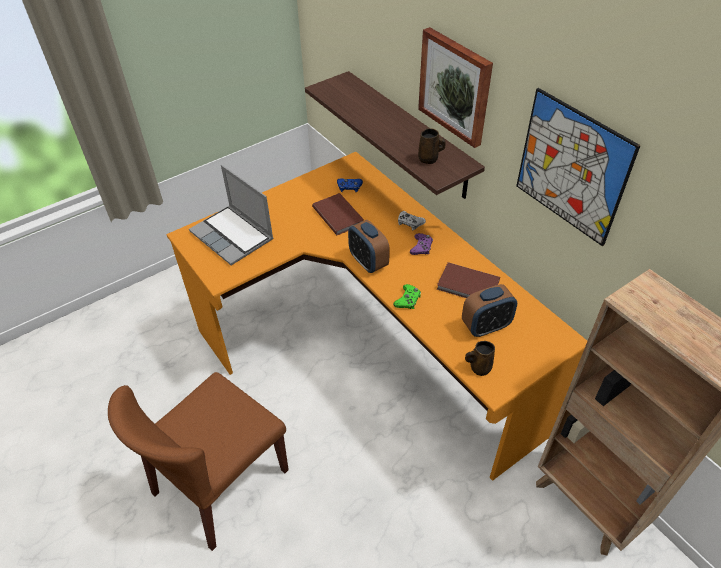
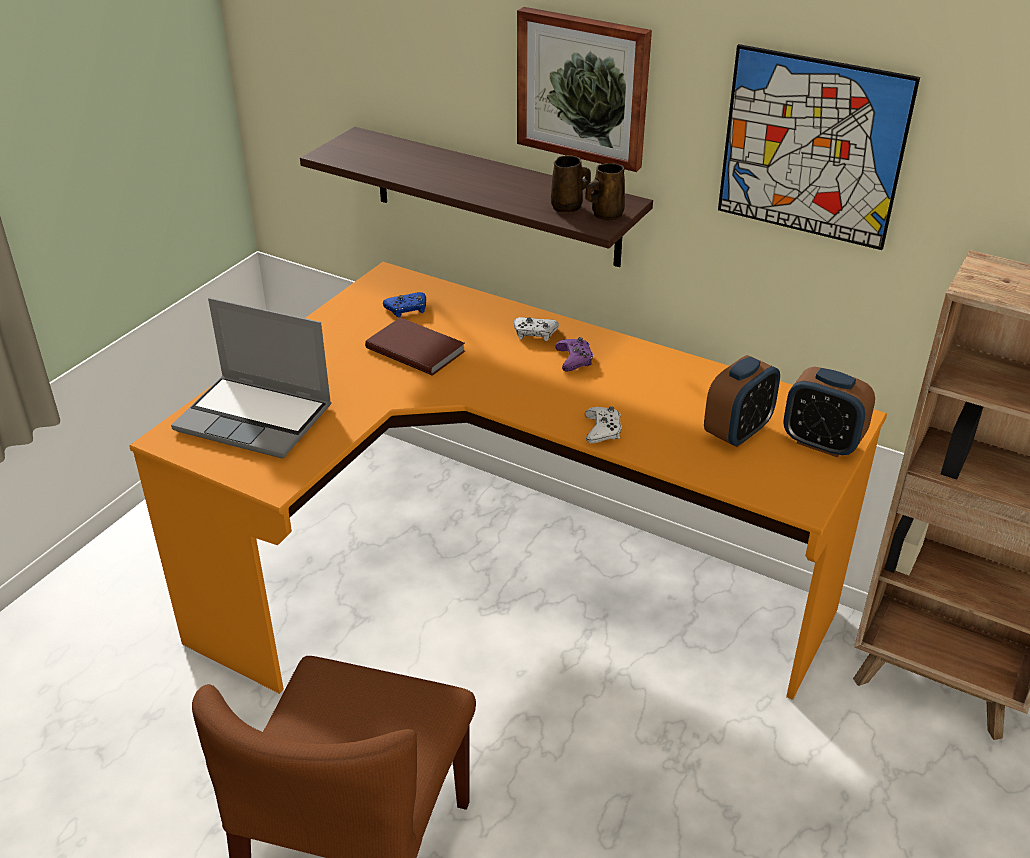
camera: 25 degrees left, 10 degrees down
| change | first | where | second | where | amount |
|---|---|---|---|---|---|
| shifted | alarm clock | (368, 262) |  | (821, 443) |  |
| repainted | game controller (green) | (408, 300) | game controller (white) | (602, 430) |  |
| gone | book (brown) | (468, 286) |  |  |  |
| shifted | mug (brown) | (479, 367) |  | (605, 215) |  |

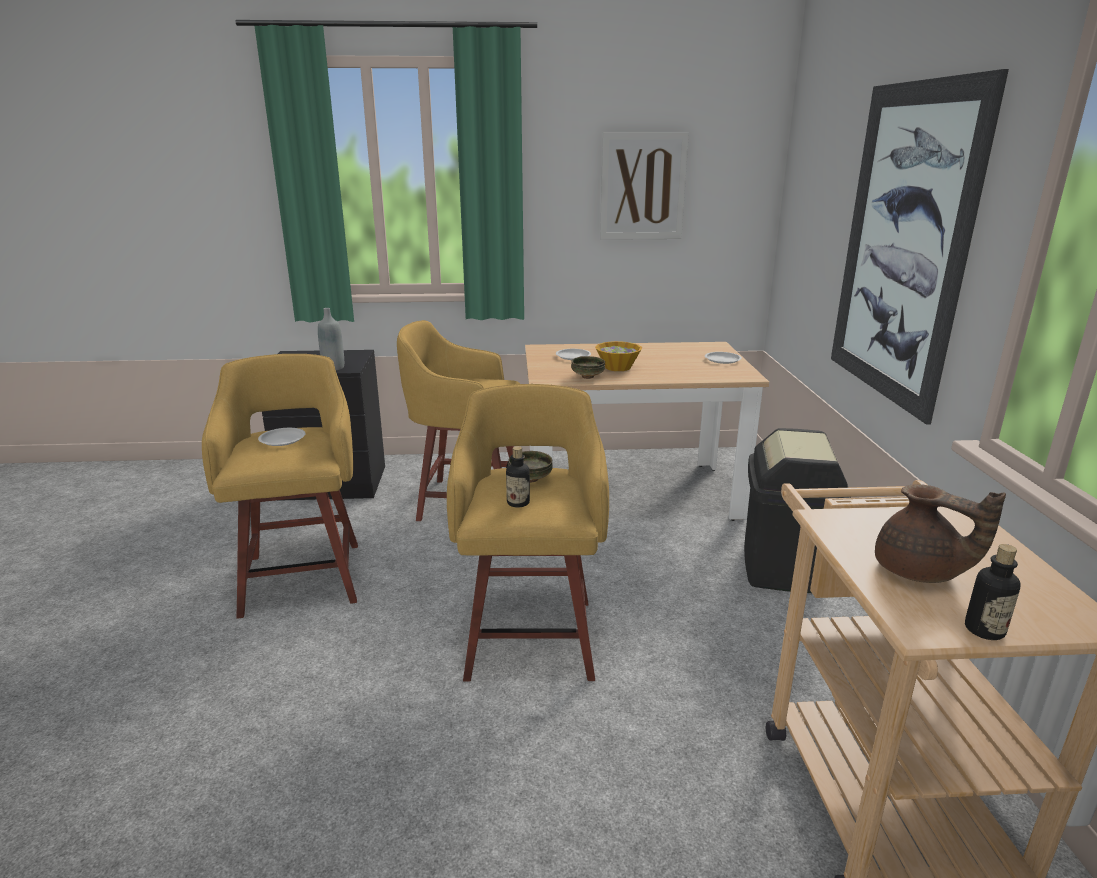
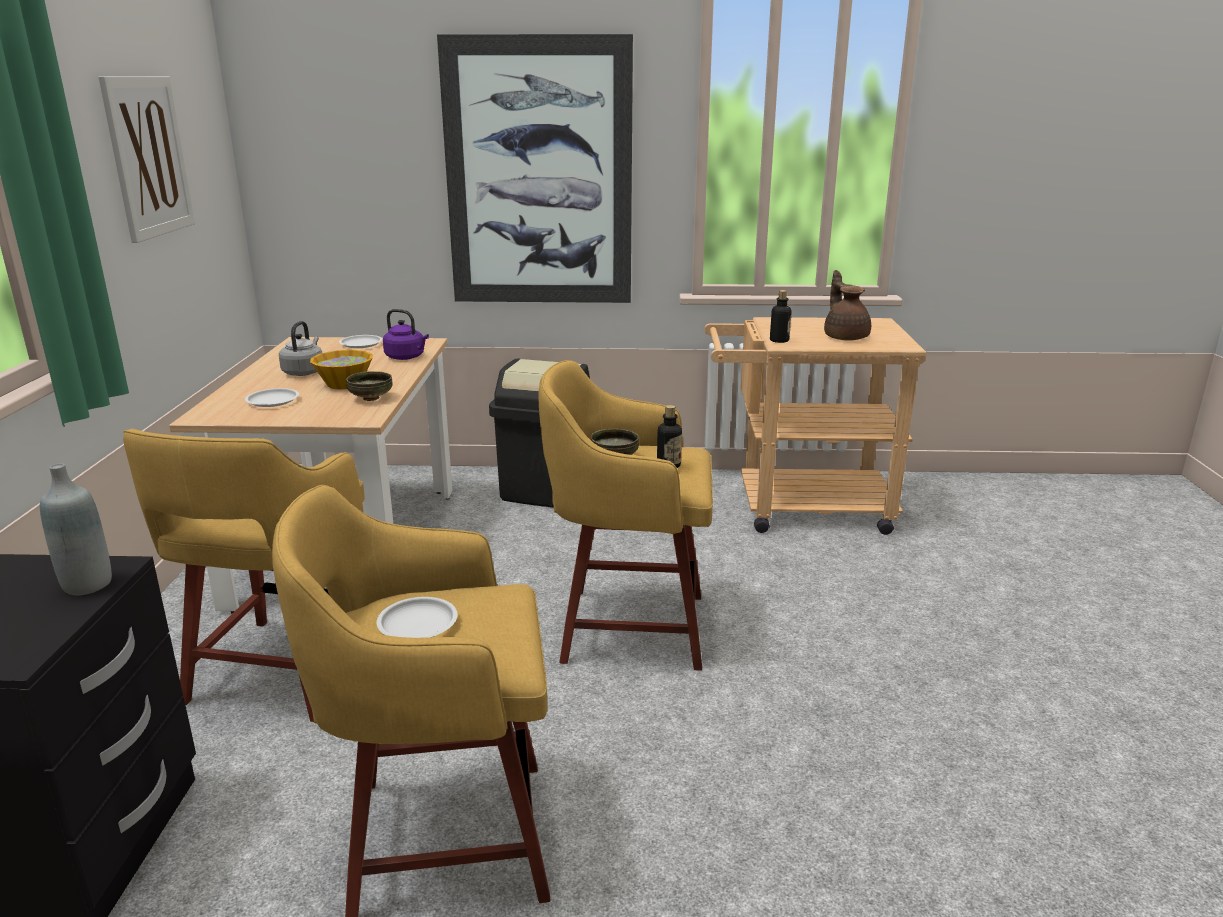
camera: 85 degrees left, 0 degrees up
| change | first | where | second | where | amount |
|---|---|---|---|---|---|
| rotated | teapot (brown) | (919, 572) |  | (845, 337) | 60 degrees counterclockwise |
| shifted | bottle | (984, 630) |  | (779, 340) |  |
| new |  |  | kettle (grey) | (304, 372) |  |
| new |  |  | kettle (purple) | (407, 357) |  |

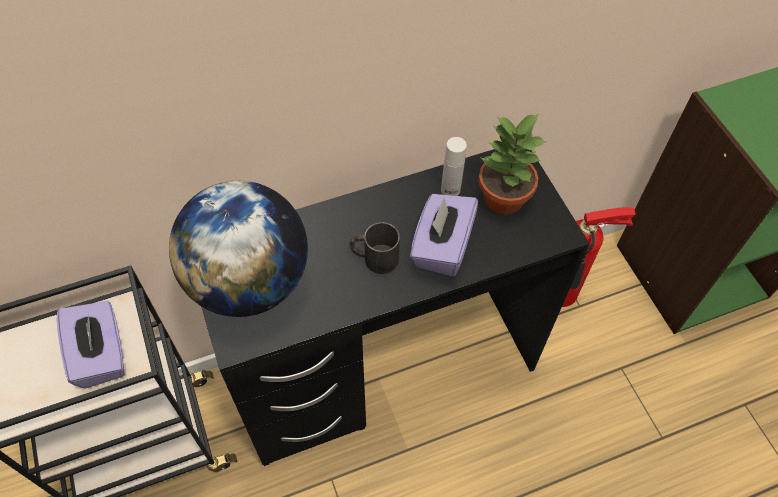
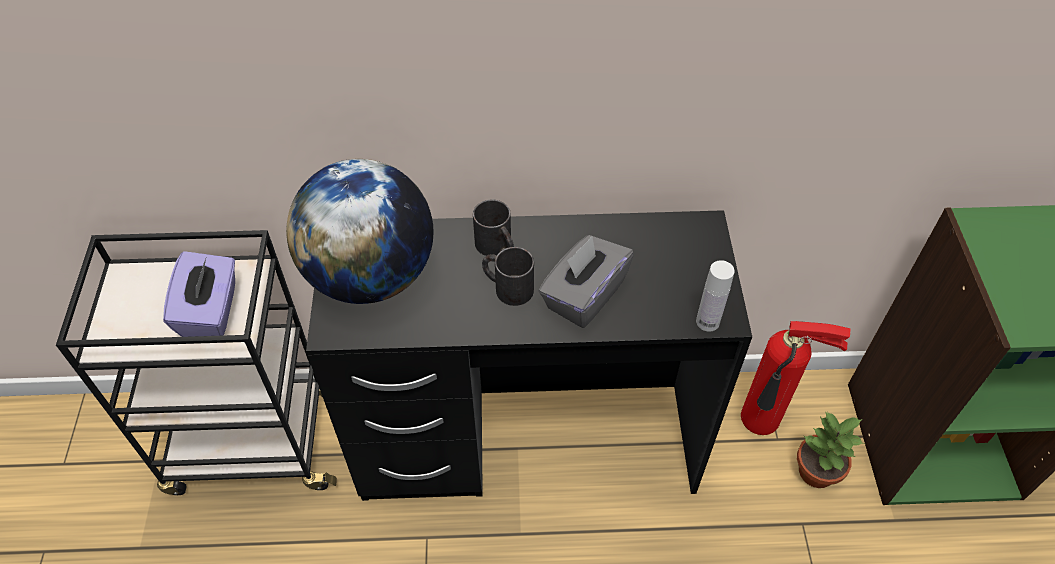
camera: 20 degrees right, 5 degrees down
| change | first | where | second | where | amount |
|---|---|---|---|---|---|
| repainted | tissue box (purple) | (441, 247) | tissue box (grey) | (583, 295) |  |
| shifted | bottle (white) | (450, 190) |  | (707, 321) |  |
| shifted | potted plant | (502, 198) |  | (815, 471) |  |
| new |  |  | mug (black) | (497, 247) |  |

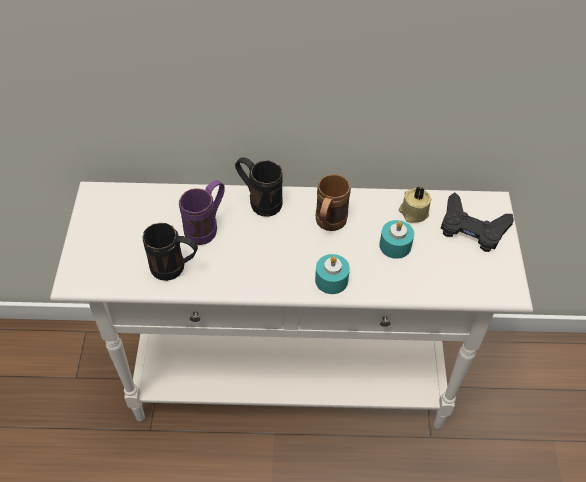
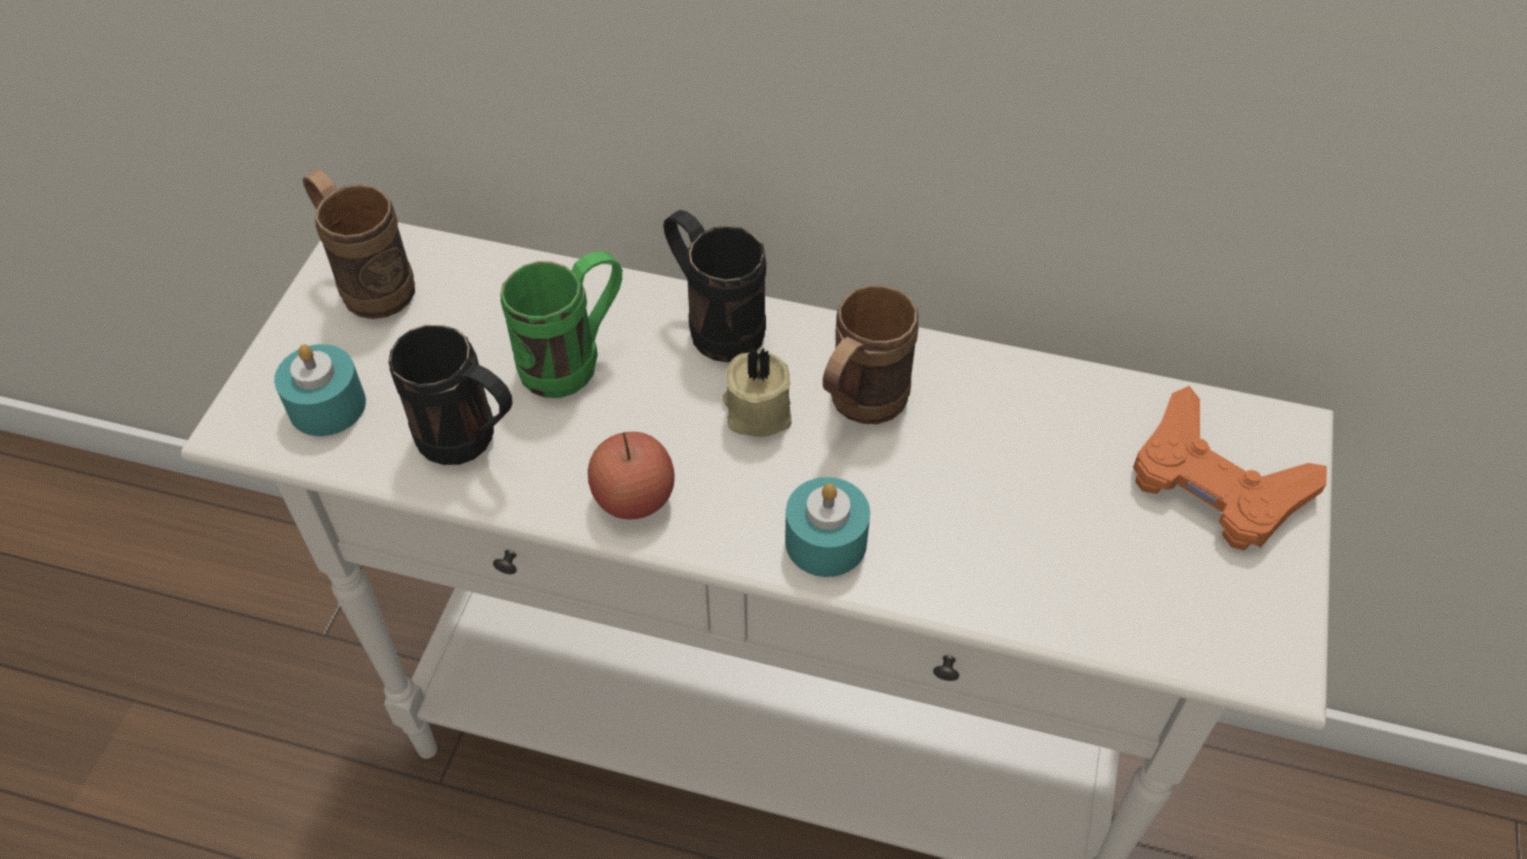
camera: 15 degrees right, 0 degrees up
| change | first | where | second | where | amount |
|---|---|---|---|---|---|
| repainted | mug (purple) | (207, 227) | mug (green) | (575, 361) |  |
| shifted | candle (turquoise) | (395, 245) |  | (327, 405) |  |
| shifted | candle (beige) | (413, 212) |  | (756, 411) |  |
| repainted | game controller (black) | (472, 228) | game controller (orange) | (1215, 483) |  |
| new |  |  | mug (brown) | (368, 282) |  |
| new |  |  | apple | (634, 497) |  |

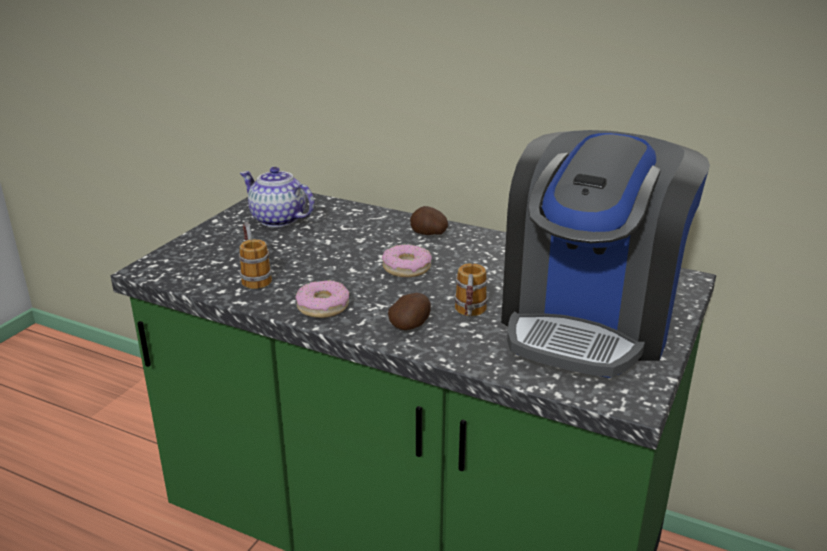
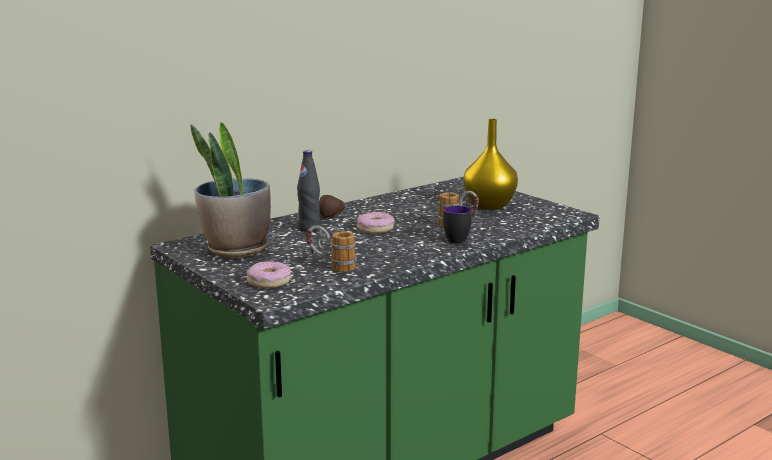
camera: 65 degrees left, 10 degrees down
| change | first | where | second | where | amount |
|---|---|---|---|---|---|
| swapped | teapot | (277, 219) | potted plant | (236, 250) |  |
| shifted | donut | (322, 306) |  | (269, 282) |  |
| swapped | potato | (411, 326) | mug | (455, 239) |  |
| swapped | coffee machine | (589, 320) | vase (yellow) | (489, 205) |  |
| new |  |  | bottle (black) | (309, 228) |  |

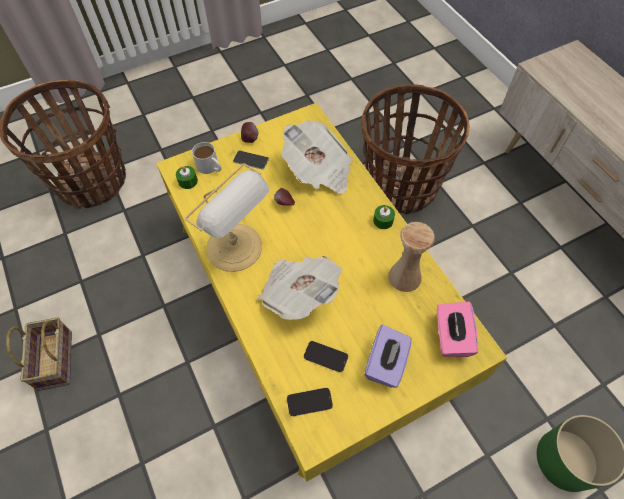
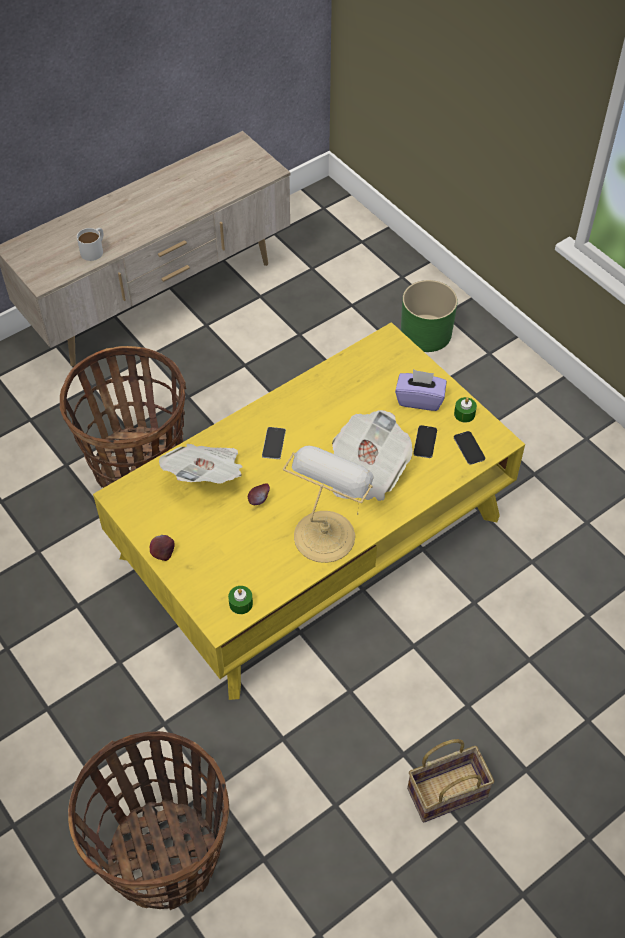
camera: 100 degrees left, 5 degrees down
| change | first | where | second | where | amount |
|---|---|---|---|---|---|
| shifted | mug (white) | (210, 167) |  | (94, 249) |  |
| shifted | phone | (250, 160) |  | (273, 443) |  |
| shifted | candle (green) | (383, 221) |  | (464, 414) |  |
| gone | vase (beige) | (404, 277) |  |  |  |
| gone | tissue box (pink) | (451, 337) |  |  |  |

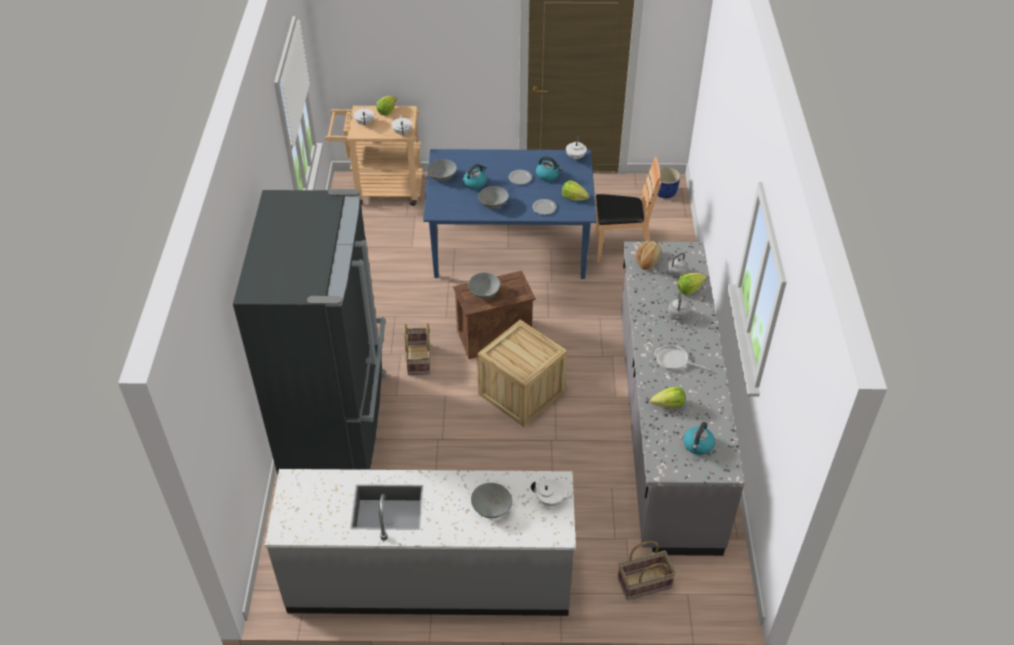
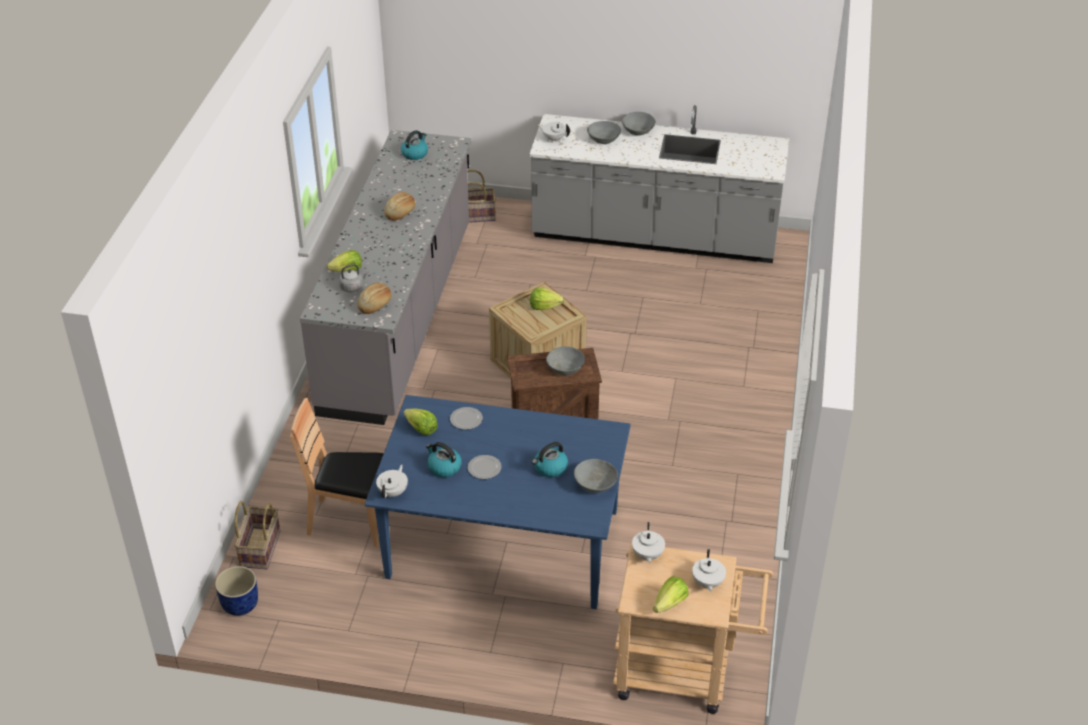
camera: 170 degrees left, 5 degrees down
| change | first | where | second | where | amount |
|---|---|---|---|---|---|
| gone | fridge (black) | (337, 424) |  |  |  |
| shifted | basket | (419, 360) |  | (259, 548) |  |
| shifted | bowl (grey) | (493, 204) |  | (637, 131) |  |
| shifted | lettuce | (669, 405) |  | (544, 306) |  |
| swapped | frying pan | (674, 360) | bread | (400, 212) |  |
| gone | kettle (grey) | (677, 316) |  |  |  |

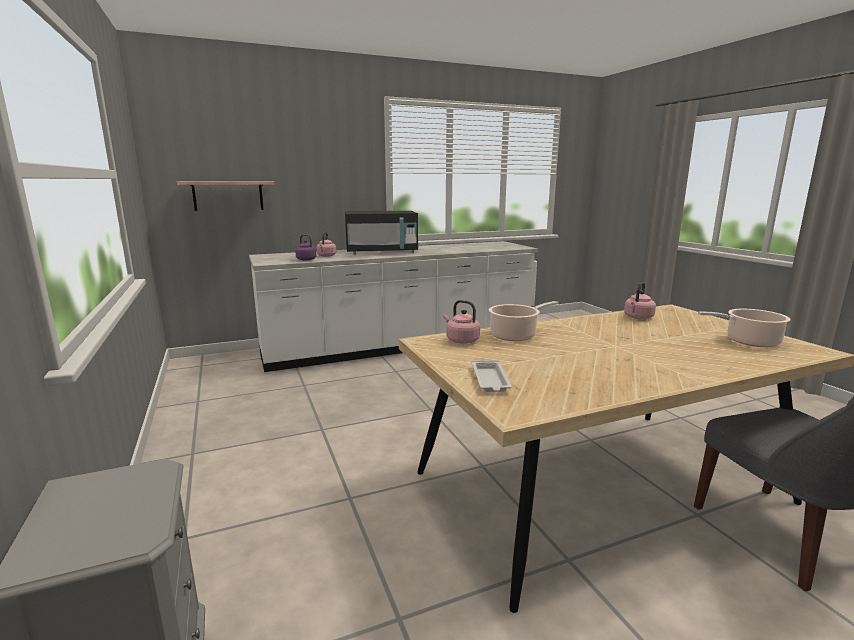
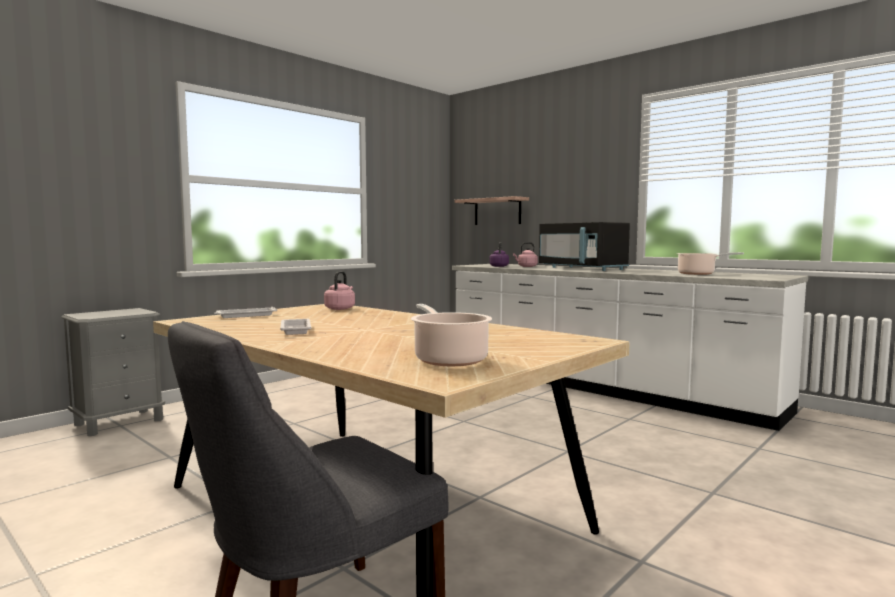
camera: 65 degrees right, 10 degrees down
| change | first | where | second | where | amount |
|---|---|---|---|---|---|
| shifted | cooking pot | (515, 335) |  | (698, 274) |  |
| gone | kettle (pink) | (638, 317) |  |  |  |
| new |  |  | tray (white) | (295, 330) |  |

